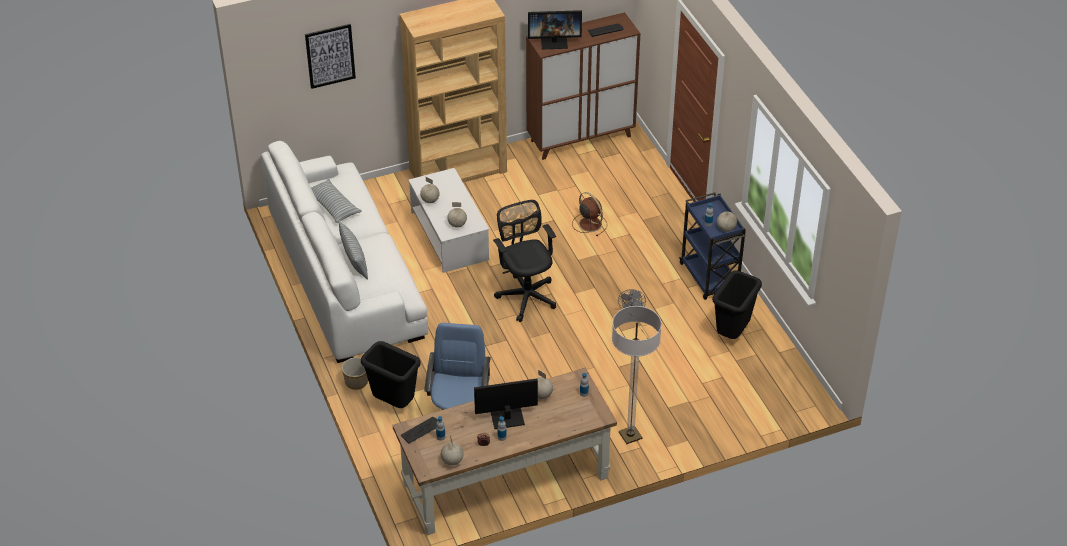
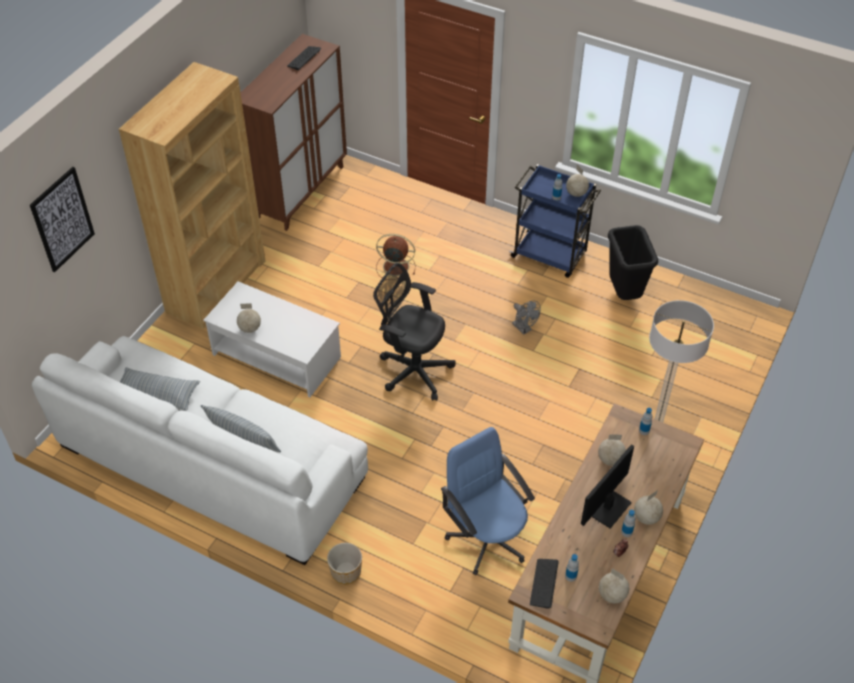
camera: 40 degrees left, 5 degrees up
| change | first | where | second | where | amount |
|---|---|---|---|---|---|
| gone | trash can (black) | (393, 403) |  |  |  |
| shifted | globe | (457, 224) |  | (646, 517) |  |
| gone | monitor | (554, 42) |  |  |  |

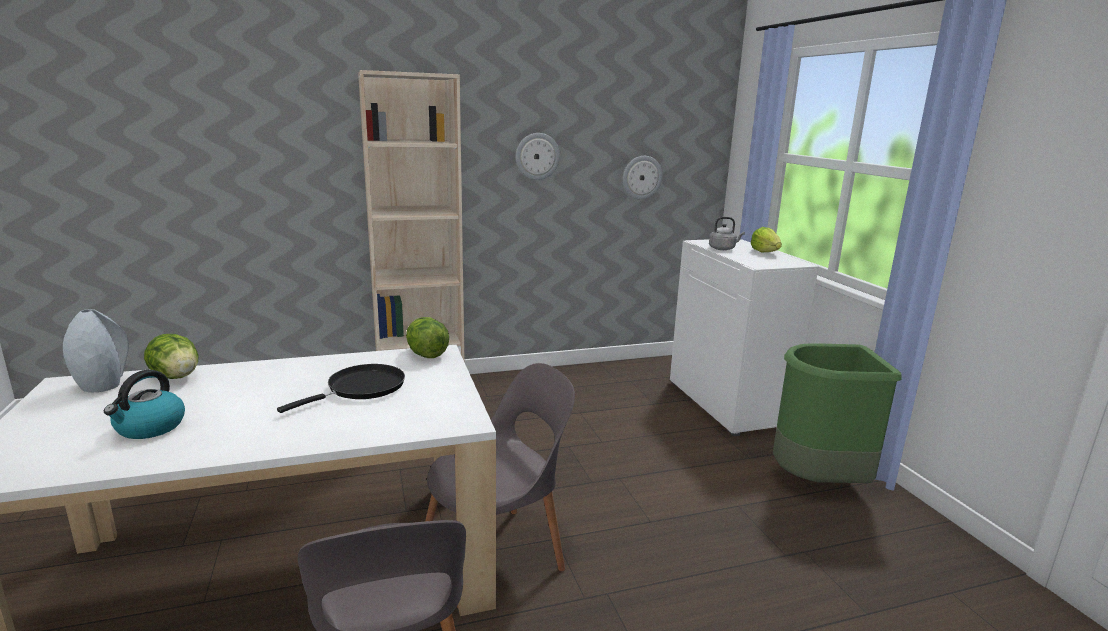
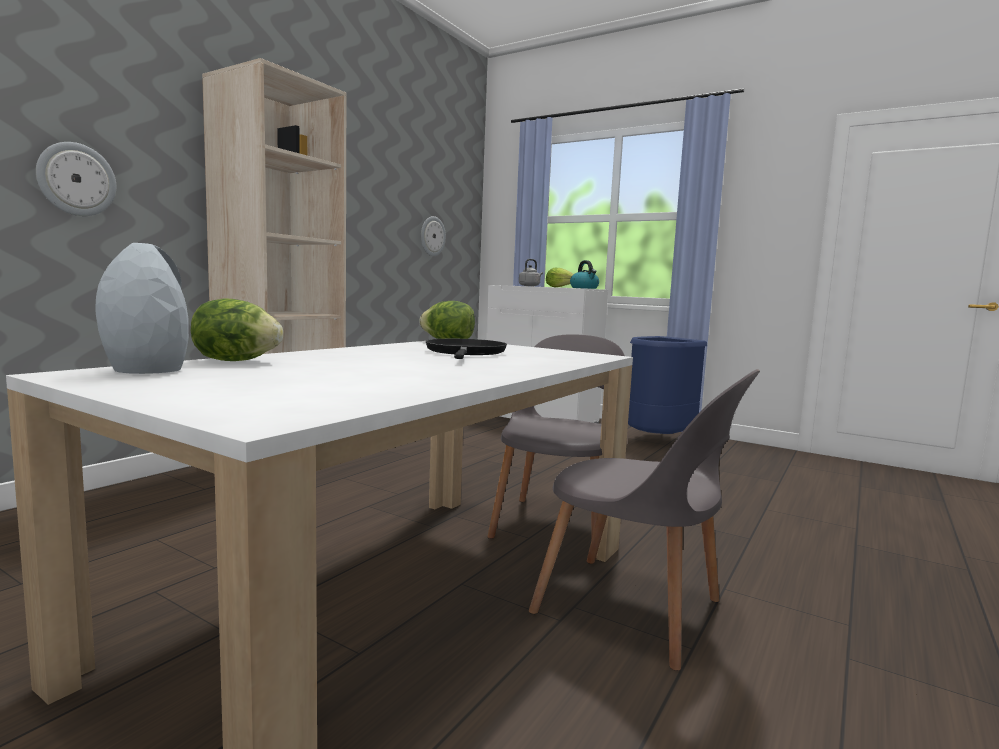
camera: 40 degrees left, 10 degrees down
| change | first | where | second | where | amount |
|---|---|---|---|---|---|
| shifted | kettle | (150, 428) |  | (584, 288) |  |
| shifted | wall clock | (537, 156) |  | (76, 179) |  |
| repainted | trash can (green) | (818, 482) | trash can (blue) | (658, 441) |  |

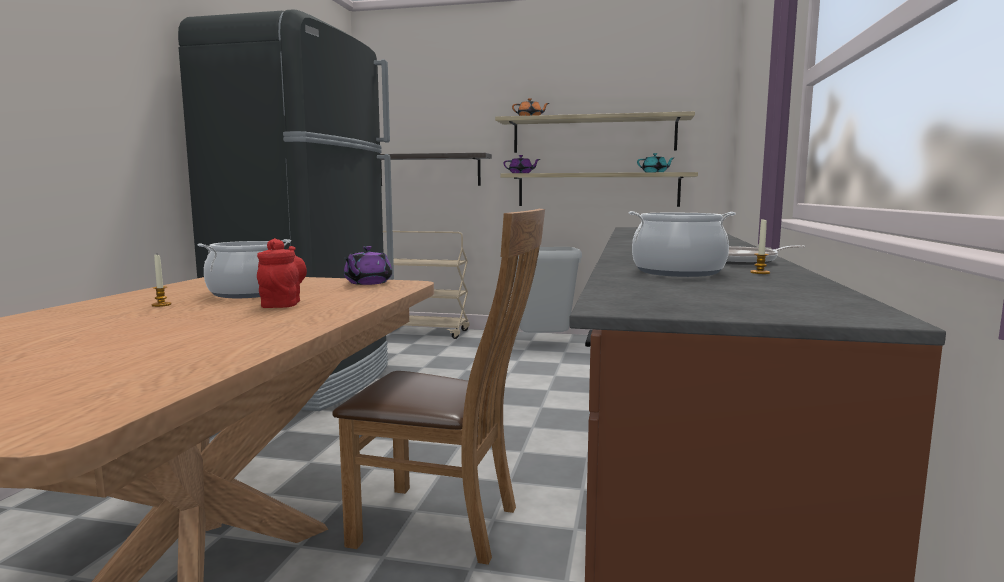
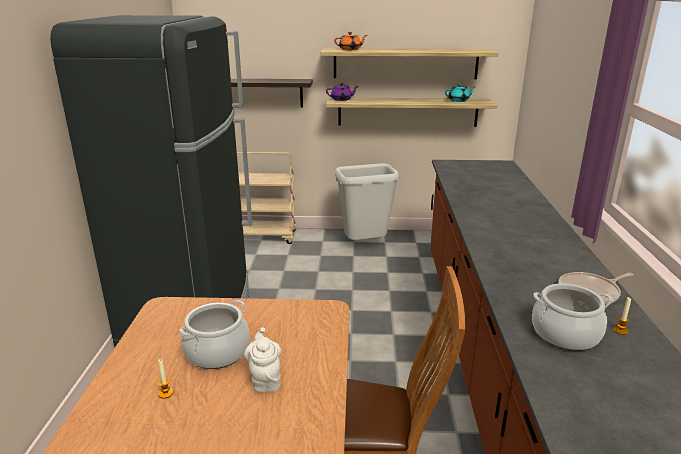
camera: 10 degrees left, 15 degrees up
| change | first | where | second | where | amount |
|---|---|---|---|---|---|
| repainted | teapot (red) | (282, 304) | teapot (white) | (265, 380) |  |
| gone | teapot (purple) | (367, 283) |  |  |  |

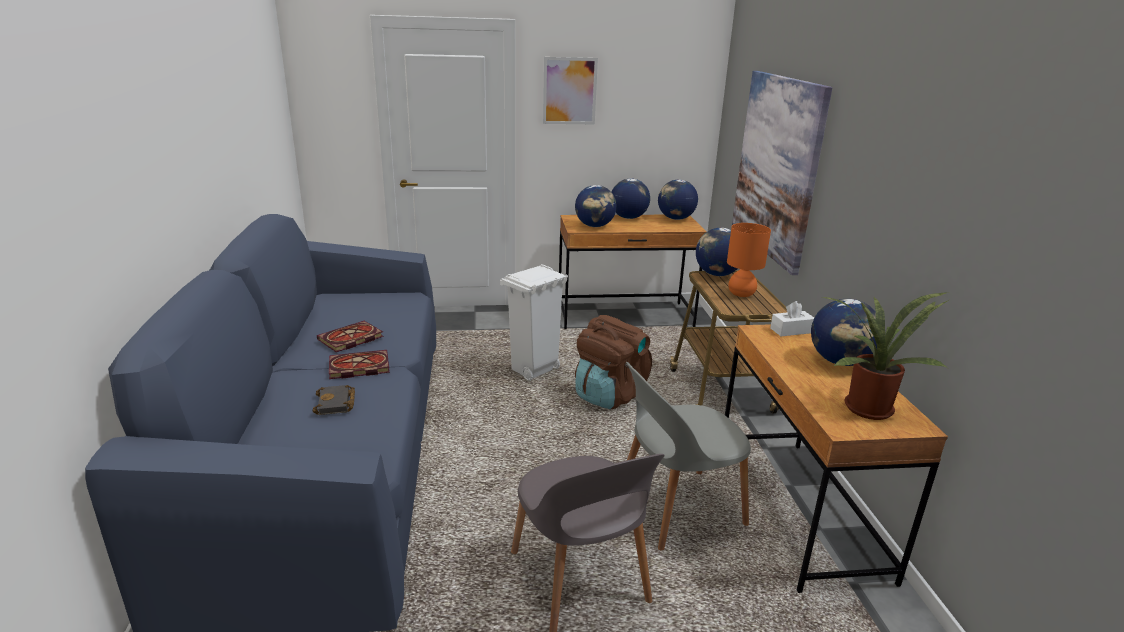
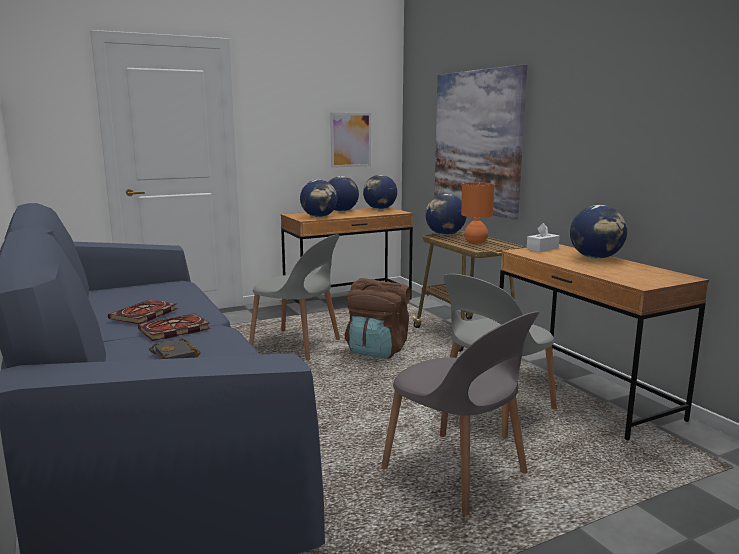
camera: 20 degrees left, 10 degrees down
| change | first | where | second | where | amount |
|---|---|---|---|---|---|
| swapped | trash can (white) | (533, 370) | chair (grey) | (297, 345) |  |
| shifted | picture | (569, 91) |  | (350, 140) |  |
| gone | potted plant | (867, 406) |  |  |  |

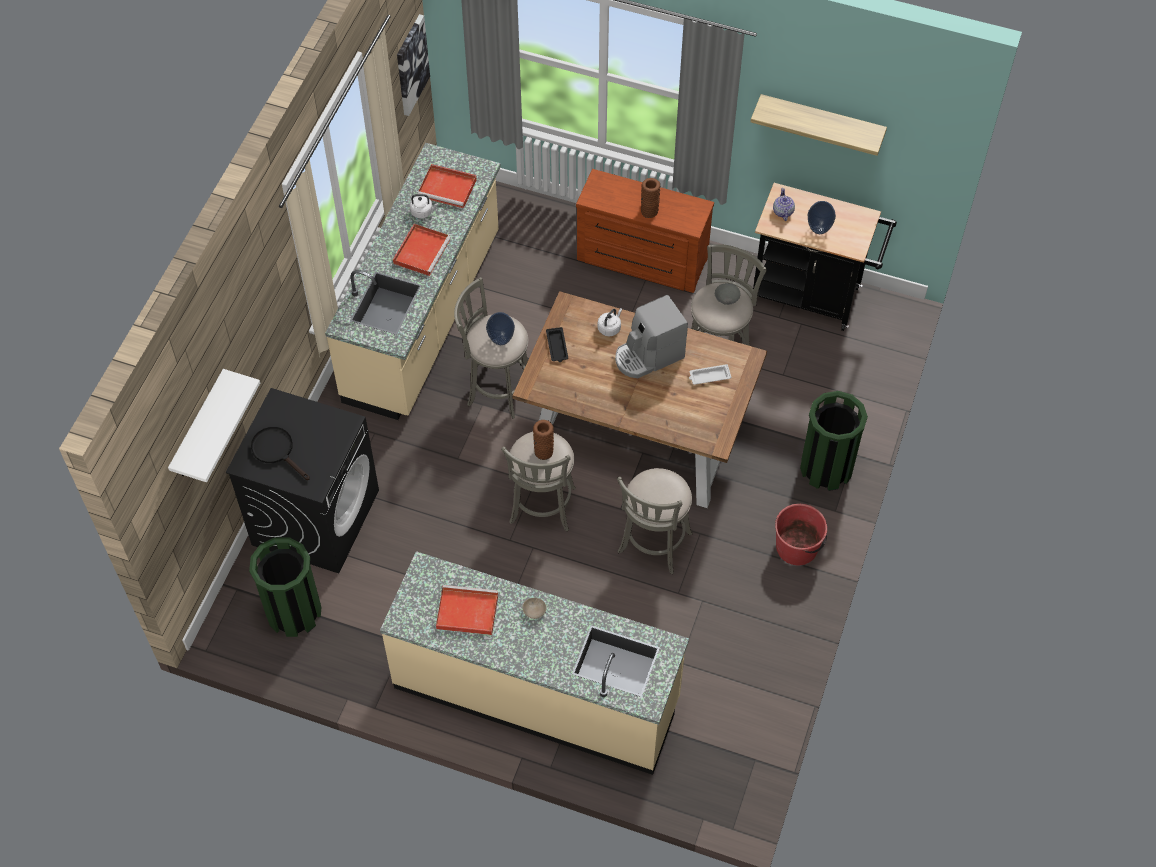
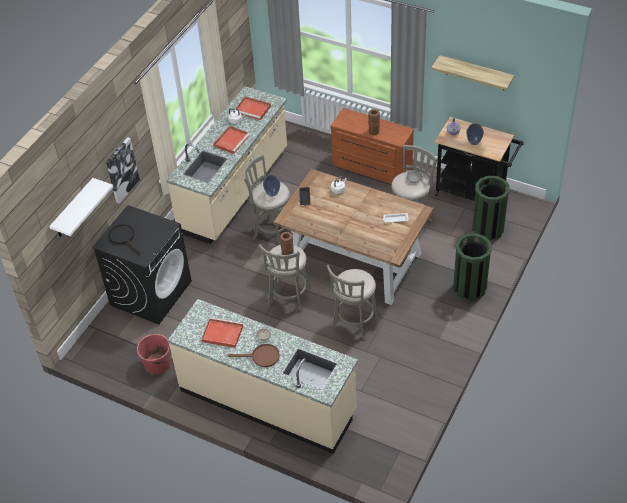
camera: 10 degrees right, 10 degrees down
| change | first | where | second | where | amount |
|---|---|---|---|---|---|
| shifted | trash can (green) | (294, 612) |  | (487, 229) |  |
| shifted | picture | (411, 65) |  | (121, 170) |  |
| gone | coffee machine | (648, 356) |  |  |  |
| shifted | bucket (red) | (797, 547) |  | (158, 363) |  |
| new |  |  | frying pan (brown) | (261, 357) |  |

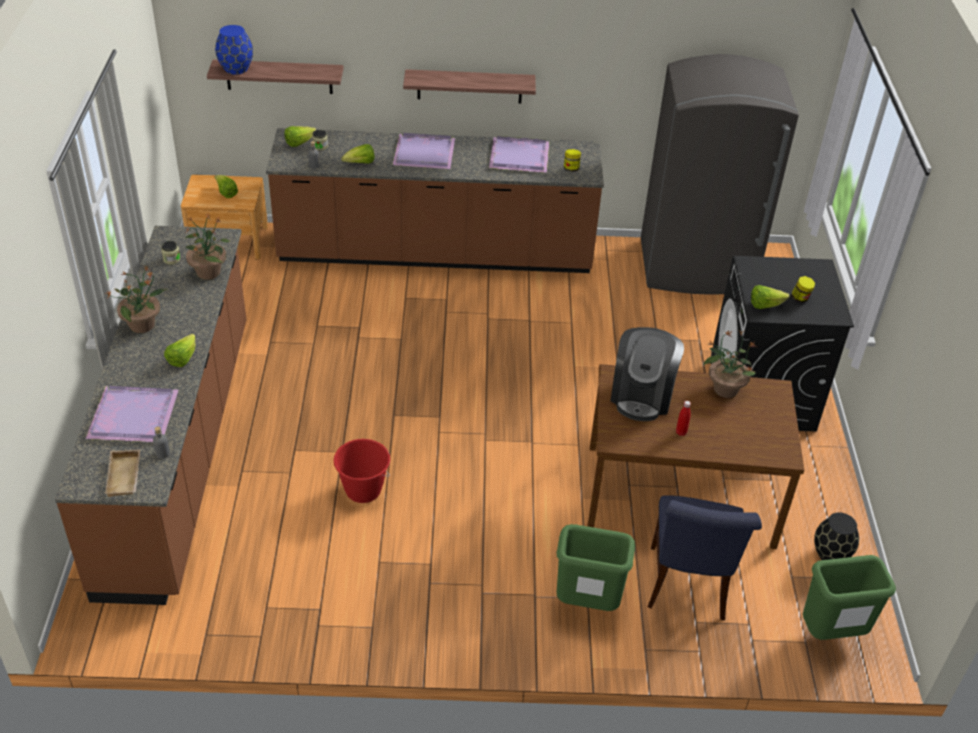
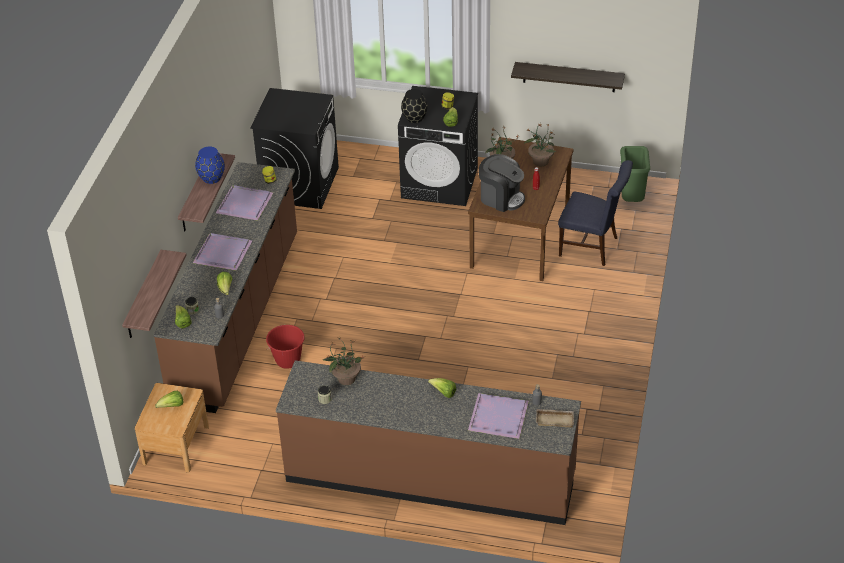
camera: 75 degrees left, 0 degrees up
| change | first | where | second | where | amount |
|---|---|---|---|---|---|
| shifted | potted plant | (143, 324) |  | (540, 161) |  |
| shifted | vase (blue) | (236, 69) |  | (212, 178) |  |
| shifted | bucket (red) | (363, 490) |  | (288, 360) |  |
| gone | trash can (green) | (587, 604) |  |  |  |
| swapped | fridge (grey) | (697, 267) | washing machine (black) | (300, 184) |  |
| shifted | vase (black) | (830, 555) |  | (415, 118) |  |
| new |  |  | shelf | (569, 77) |  |

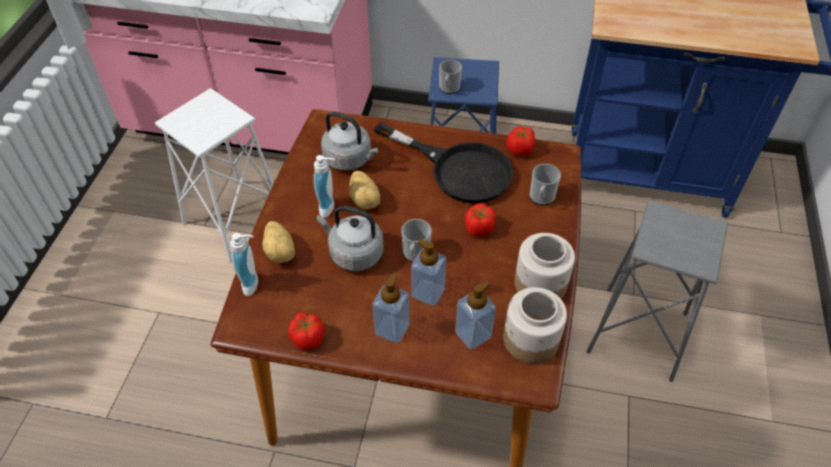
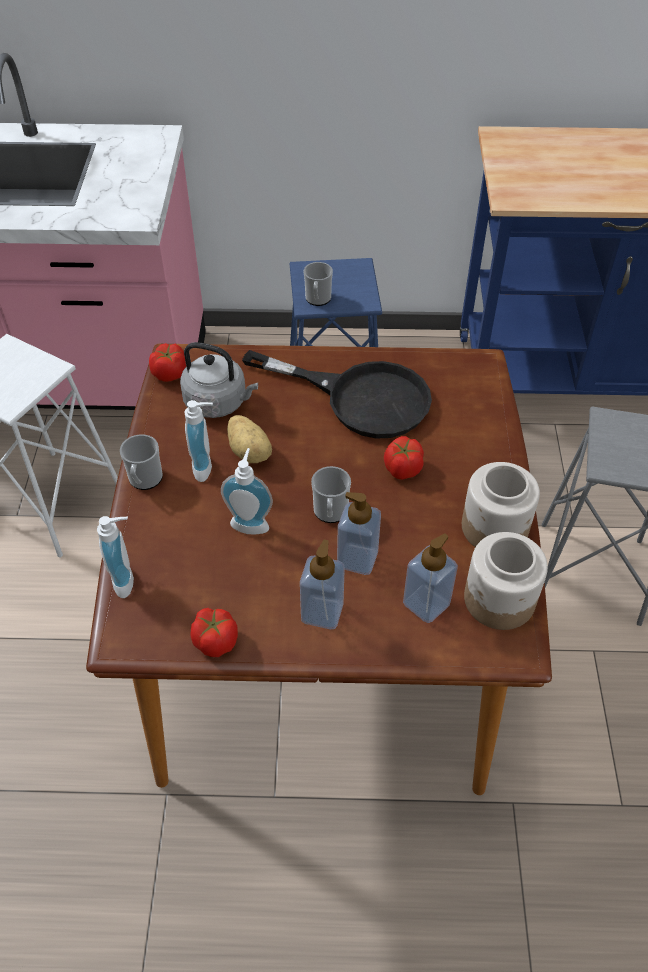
camera: 10 degrees left, 0 degrees up
| change | first | where | second | where | amount |
|---|---|---|---|---|---|
| gone | potato | (281, 251) |  |  |  |
| swapped | kettle (grey) | (353, 253) | soap dispenser | (251, 522) |  |
| shifted | tomato | (520, 149) |  | (170, 373) |  |
| shifted | mug | (541, 198) |  | (144, 480) |  |

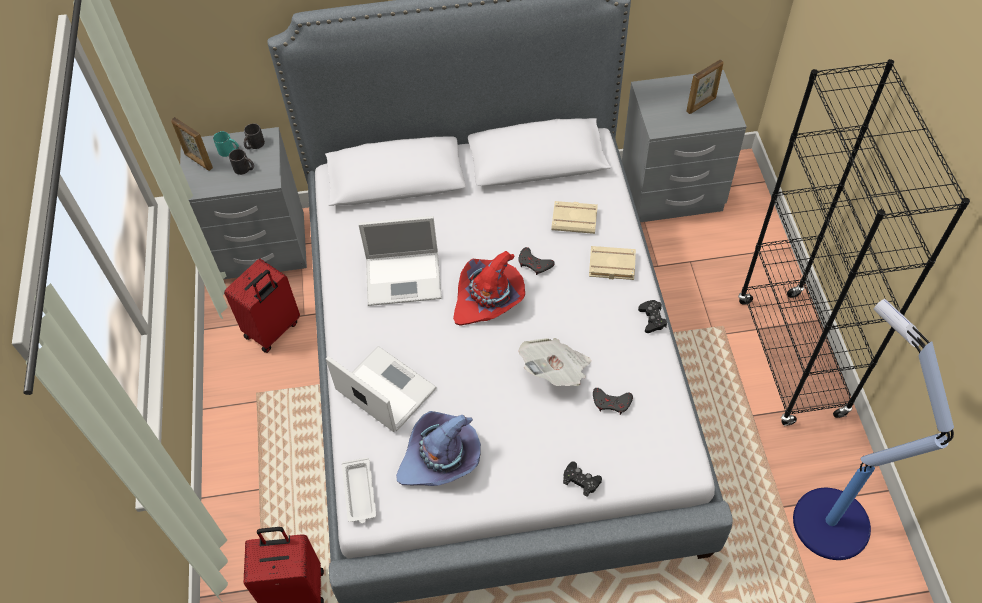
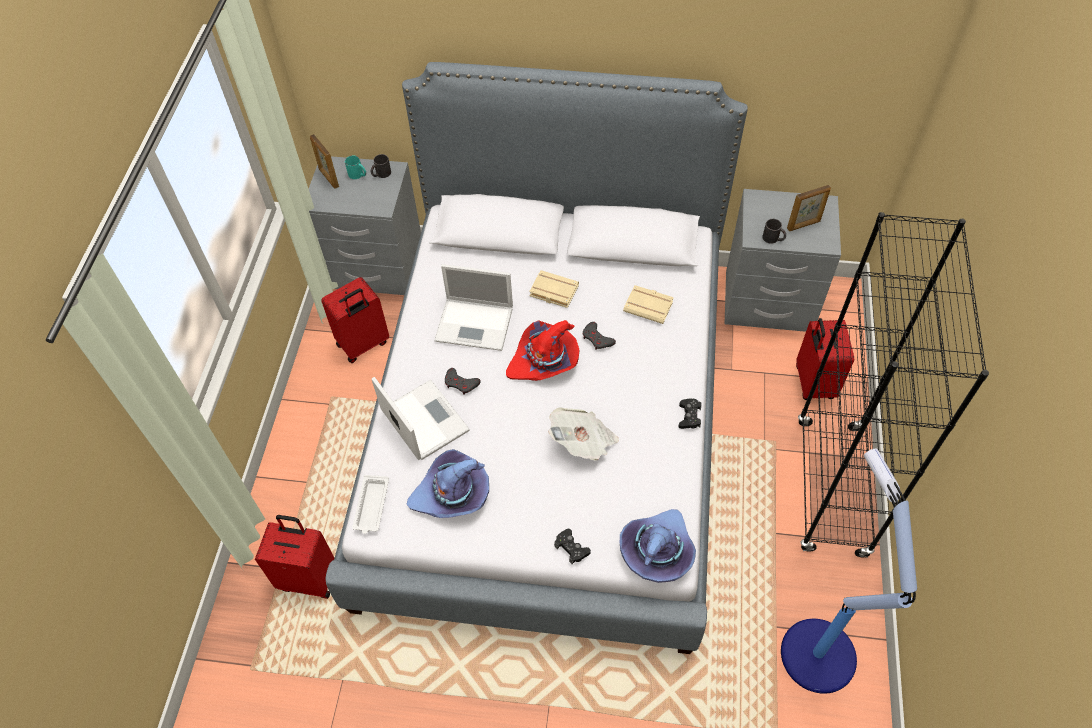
camera: 15 degrees right, 0 degrees up
| change | first | where | second | where | amount |
|---|---|---|---|---|---|
| shifted | mug (black) | (245, 169) |  | (773, 238) |  |
| shifted | book (beige) | (610, 266) |  | (552, 292) |  |
| shifted | game controller (grey) | (611, 402) |  | (461, 383) |  |
| new |  |  | hat (purple) | (657, 550) |  |
| new |  |  | suitcase (red) | (812, 383) |  |

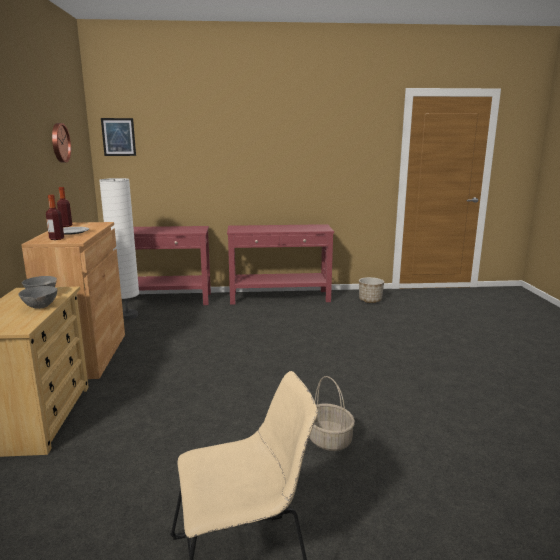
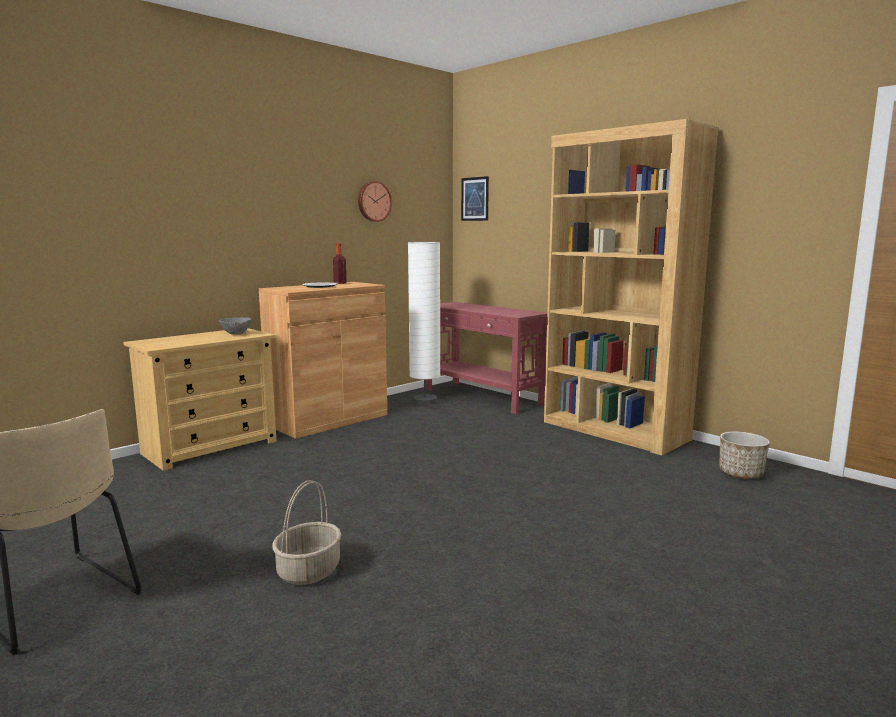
camera: 50 degrees right, 5 degrees down
| change | first | where | second | where | amount |
|---|---|---|---|---|---|
| gone | bowl (grey) | (40, 307) |  |  |  |
| gone | bottle | (56, 239) |  |  |  |
| swapped | console table (red) | (280, 297) | bookcase (brown) | (614, 431) |  |

